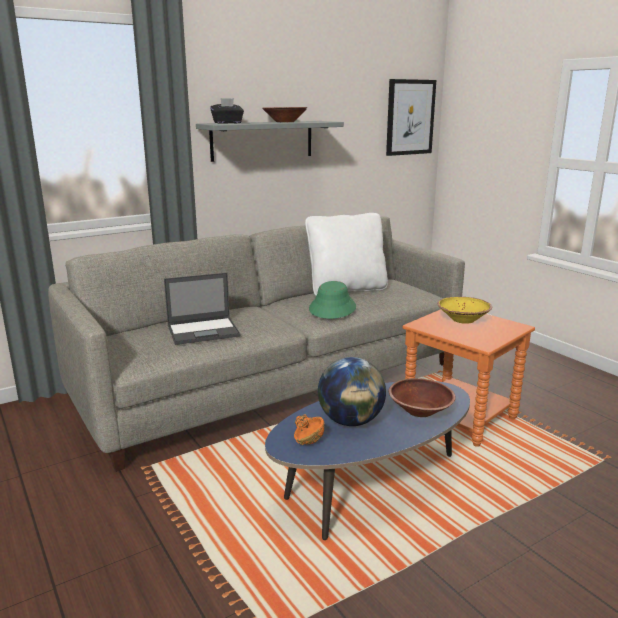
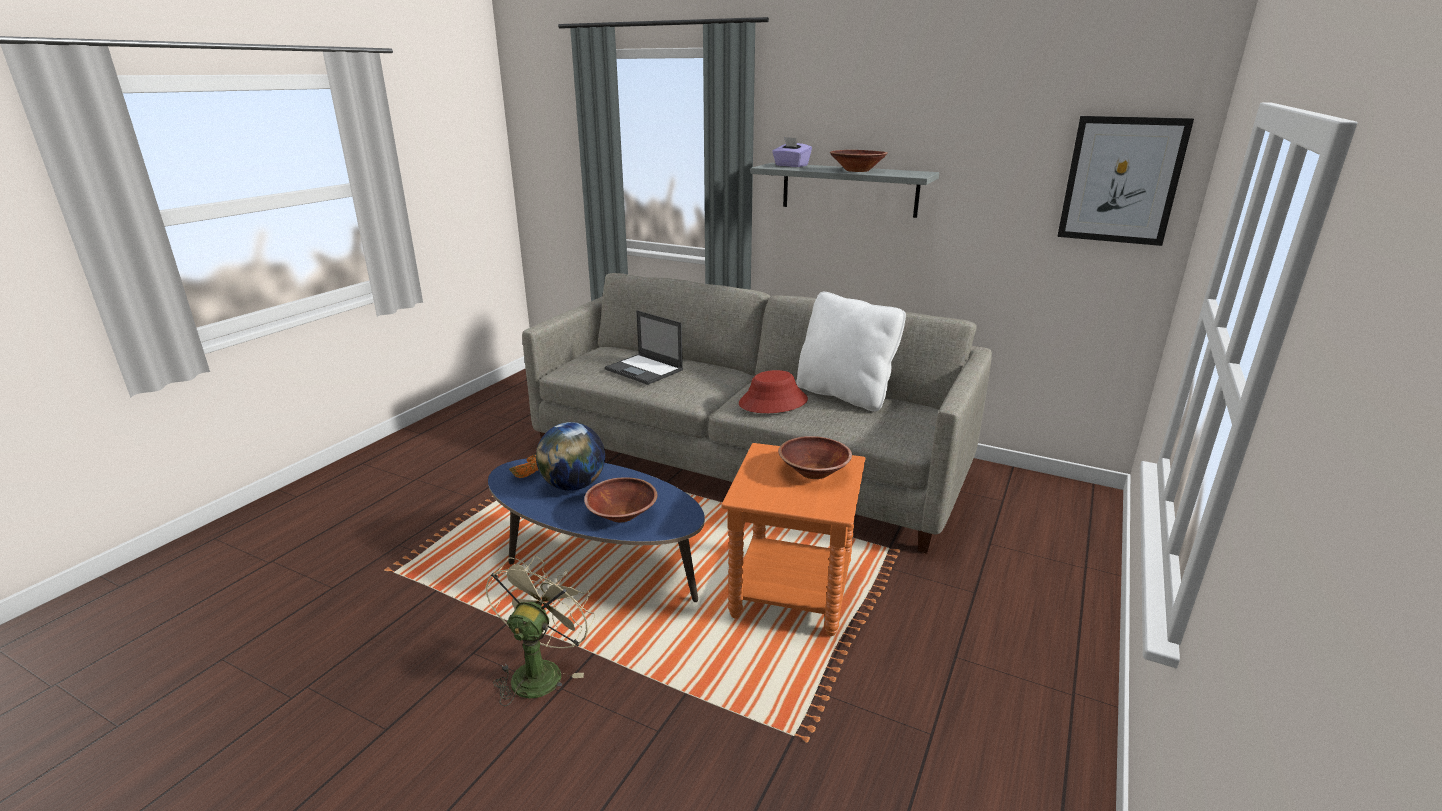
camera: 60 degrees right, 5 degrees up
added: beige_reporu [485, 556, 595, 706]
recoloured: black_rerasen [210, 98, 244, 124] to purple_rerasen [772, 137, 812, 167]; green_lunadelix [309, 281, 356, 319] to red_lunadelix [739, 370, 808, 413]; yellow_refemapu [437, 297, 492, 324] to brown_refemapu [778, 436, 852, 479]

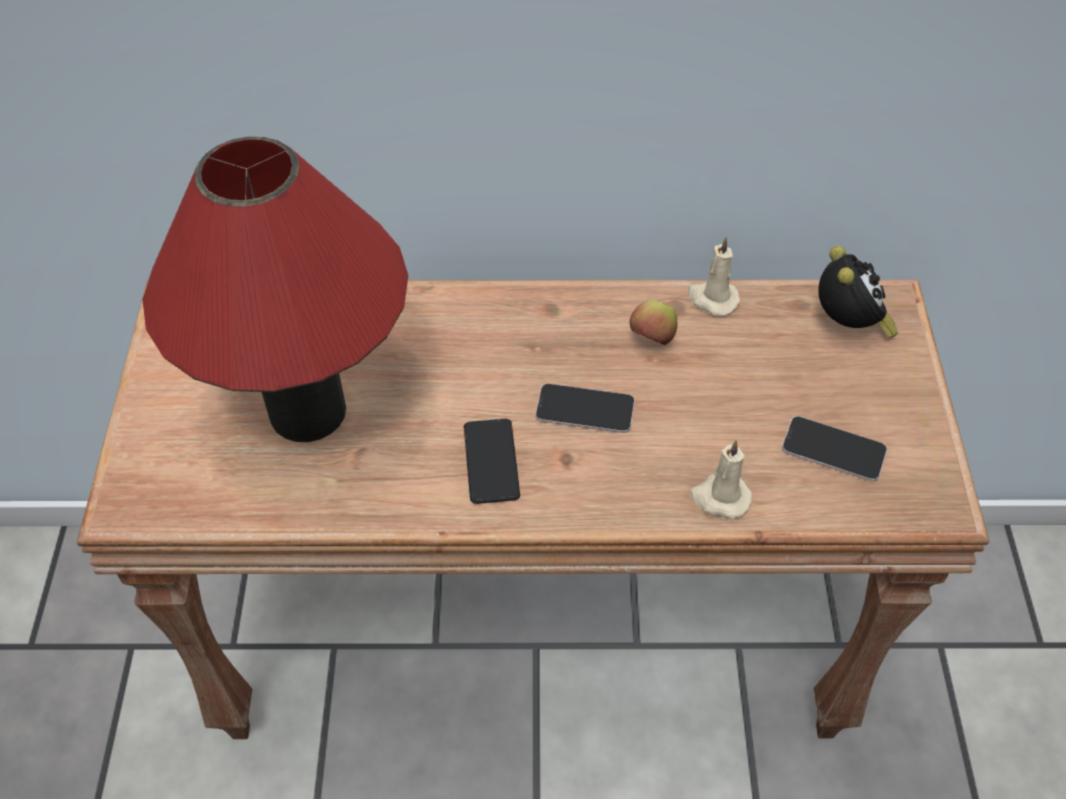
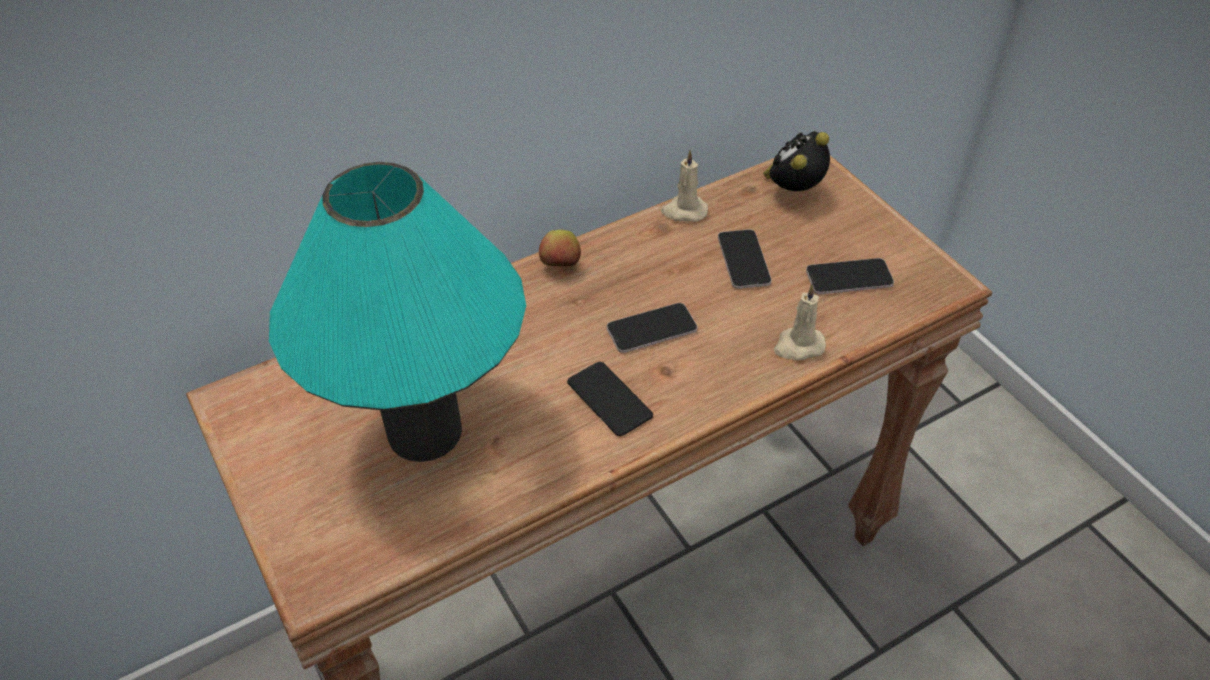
camera: 30 degrees left, 5 degrees down
added: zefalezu [718, 229, 772, 289]
moved: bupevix [630, 299, 677, 345] to [539, 230, 581, 266]
recoloured: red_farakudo [142, 137, 408, 442] to turquoise_farakudo [269, 162, 526, 462]
turned: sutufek [818, 246, 898, 338] = [763, 131, 830, 191] 105 degrees counterclockwise

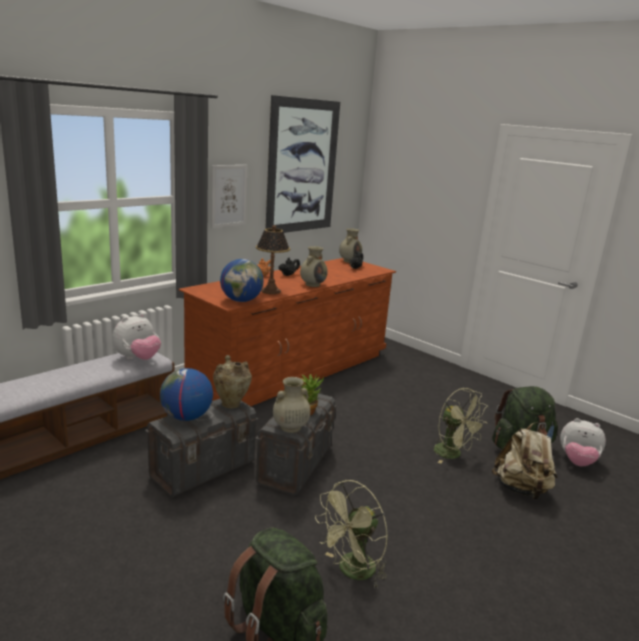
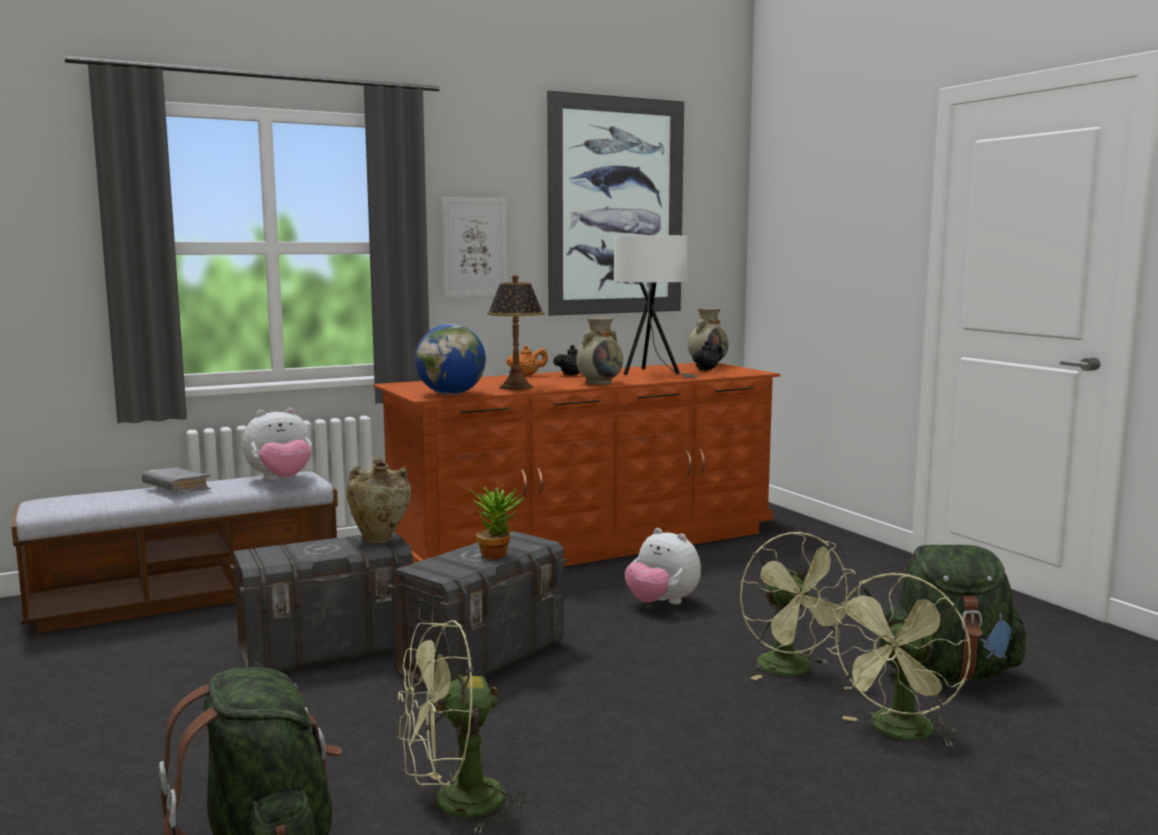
camera: 20 degrees right, 10 degrees down
removed: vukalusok [160, 368, 213, 421]; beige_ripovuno [273, 377, 311, 433]
added: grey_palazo [142, 467, 211, 492]; white_farakudo [614, 235, 697, 378]
moved: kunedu [560, 418, 606, 467] to [625, 528, 701, 604]
replaced: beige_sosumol [492, 422, 558, 499] to green_reporu [826, 573, 971, 747]

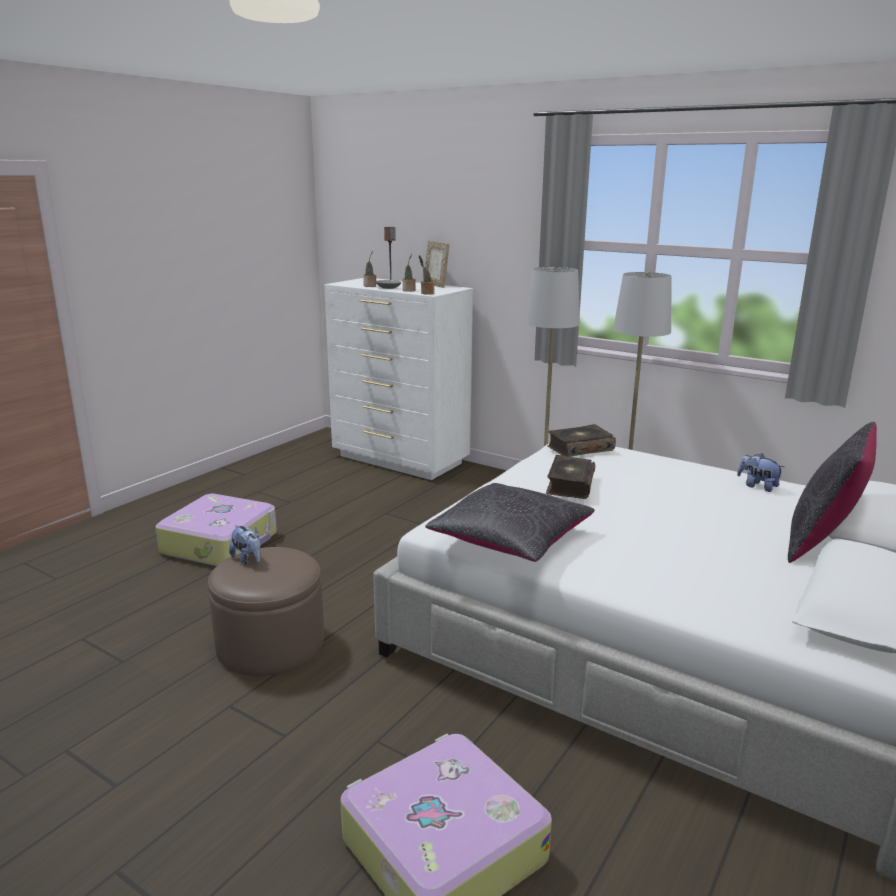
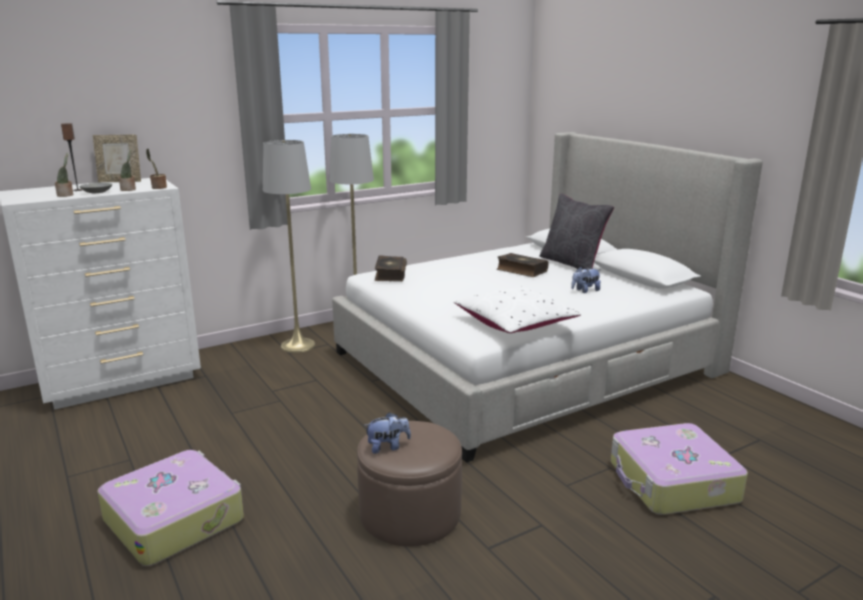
camera: 65 degrees left, 0 degrees up
moved: palazo [546, 455, 595, 499] to [497, 253, 548, 277]; kunedu [737, 453, 784, 492] to [571, 267, 601, 293]
recoloured: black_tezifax [425, 483, 595, 562] to white_tezifax [454, 286, 581, 333]

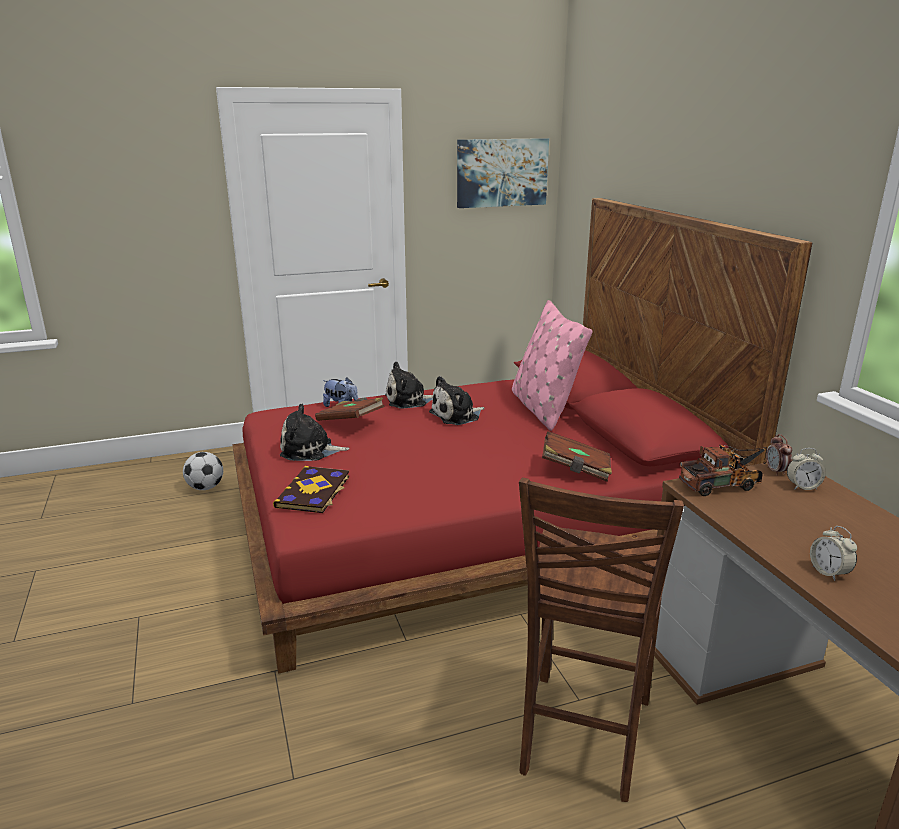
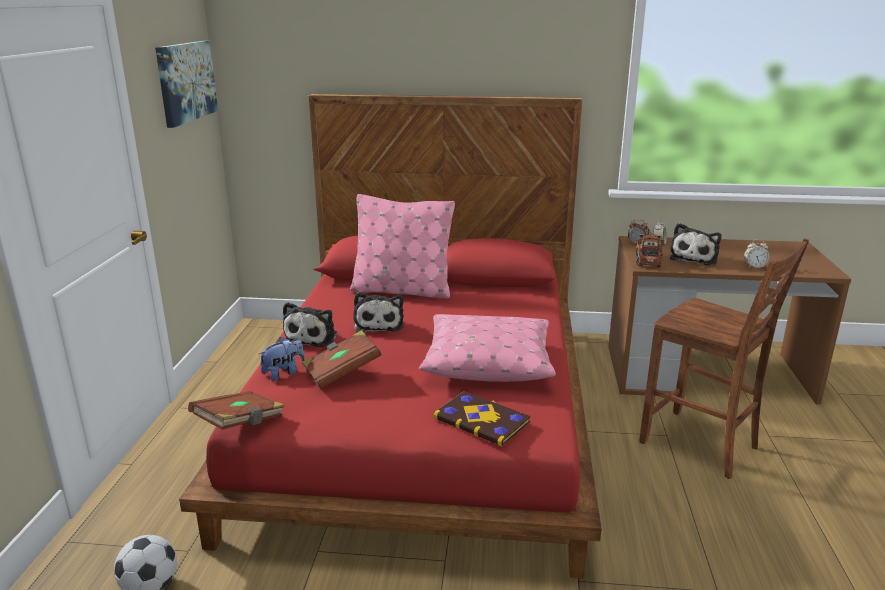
camera: 65 degrees left, 0 degrees up
added: pink_tezifax [419, 314, 556, 382]
moved: kunedu [280, 403, 350, 461] to [670, 223, 721, 265]; brown_palazo [542, 431, 612, 482] to [188, 391, 285, 430]

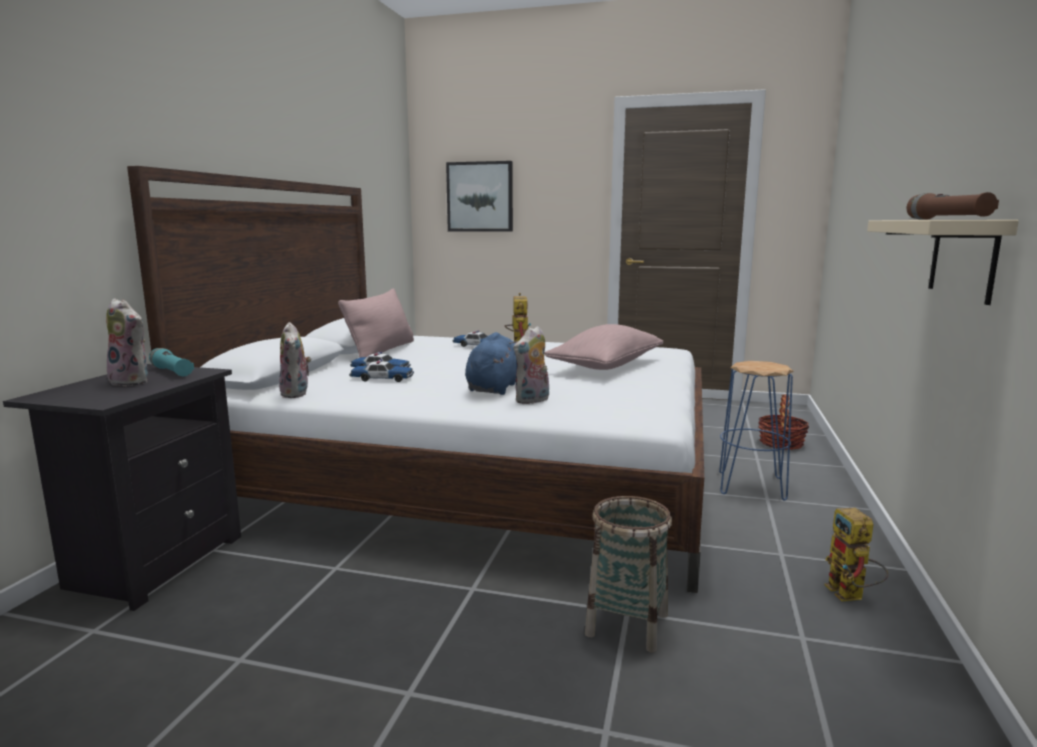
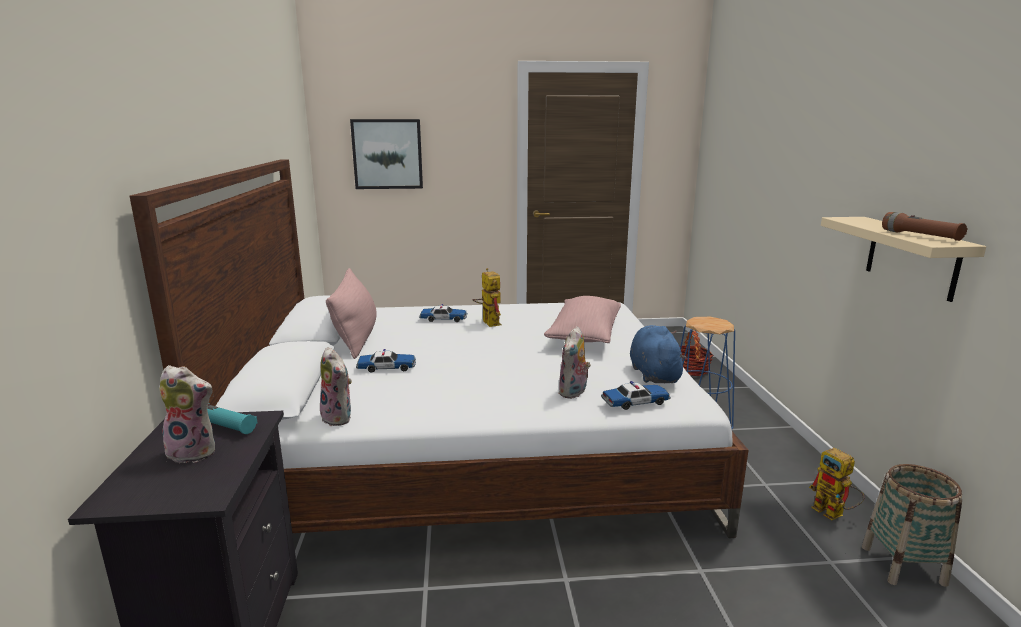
camera: 20 degrees left, 5 degrees up
moved: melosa [349, 359, 414, 382] to [601, 381, 671, 410]; blue_kunedu [465, 332, 518, 395] to [630, 325, 688, 383]; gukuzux [585, 496, 672, 652] to [862, 464, 962, 587]

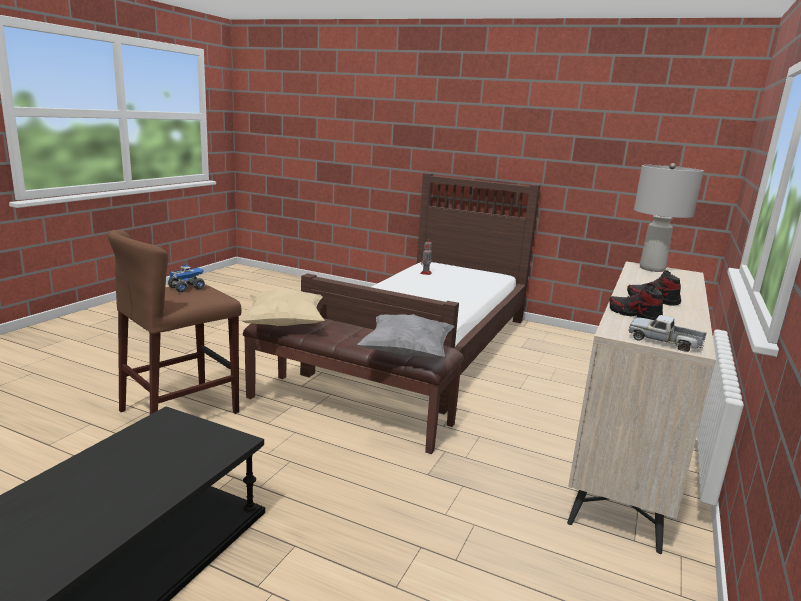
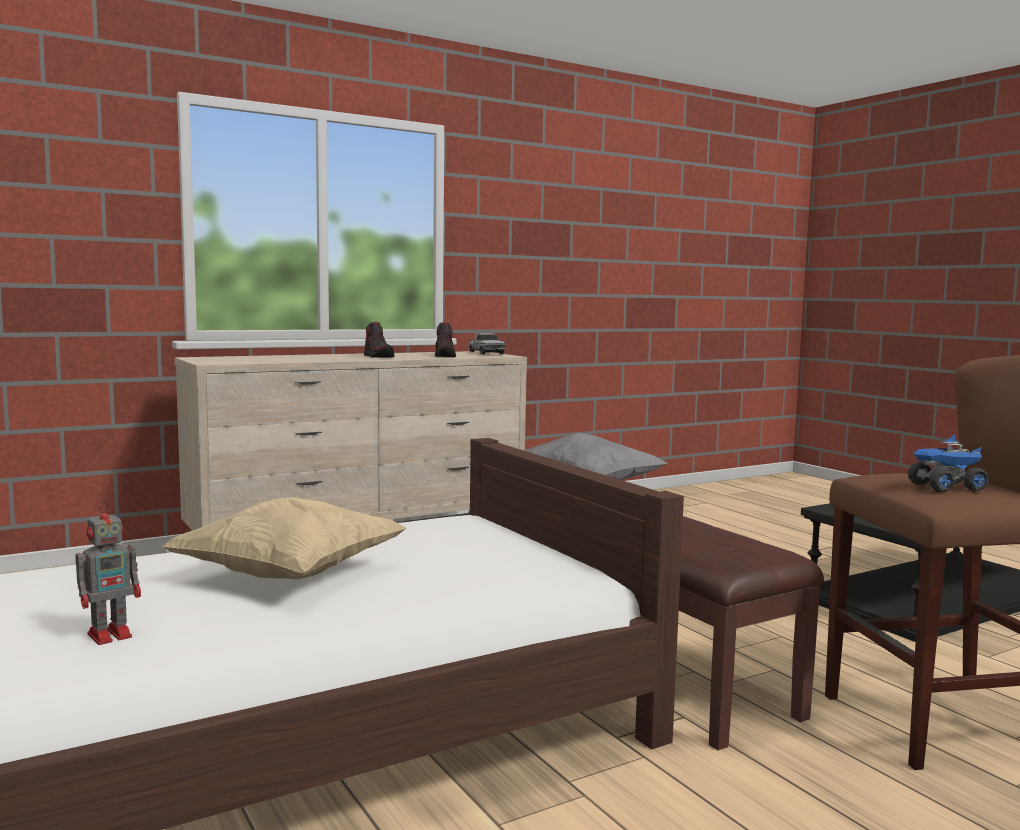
camera: 145 degrees left, 10 degrees down
removed: grey_farakudo [634, 163, 704, 272]
moved: beige_tezifax [241, 289, 324, 326] to [162, 498, 406, 580]

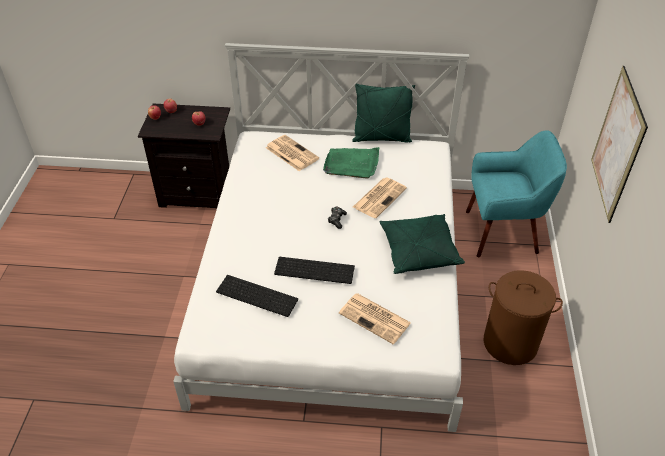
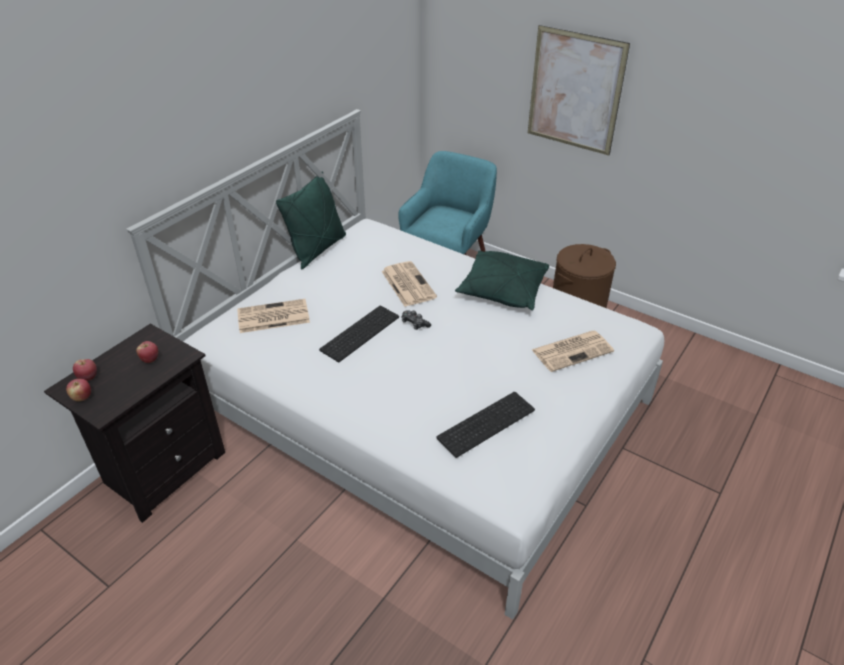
camera: 60 degrees left, 5 degrees down
removed: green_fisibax [323, 147, 379, 178]
moved: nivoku [274, 257, 355, 284] to [319, 306, 399, 362]

